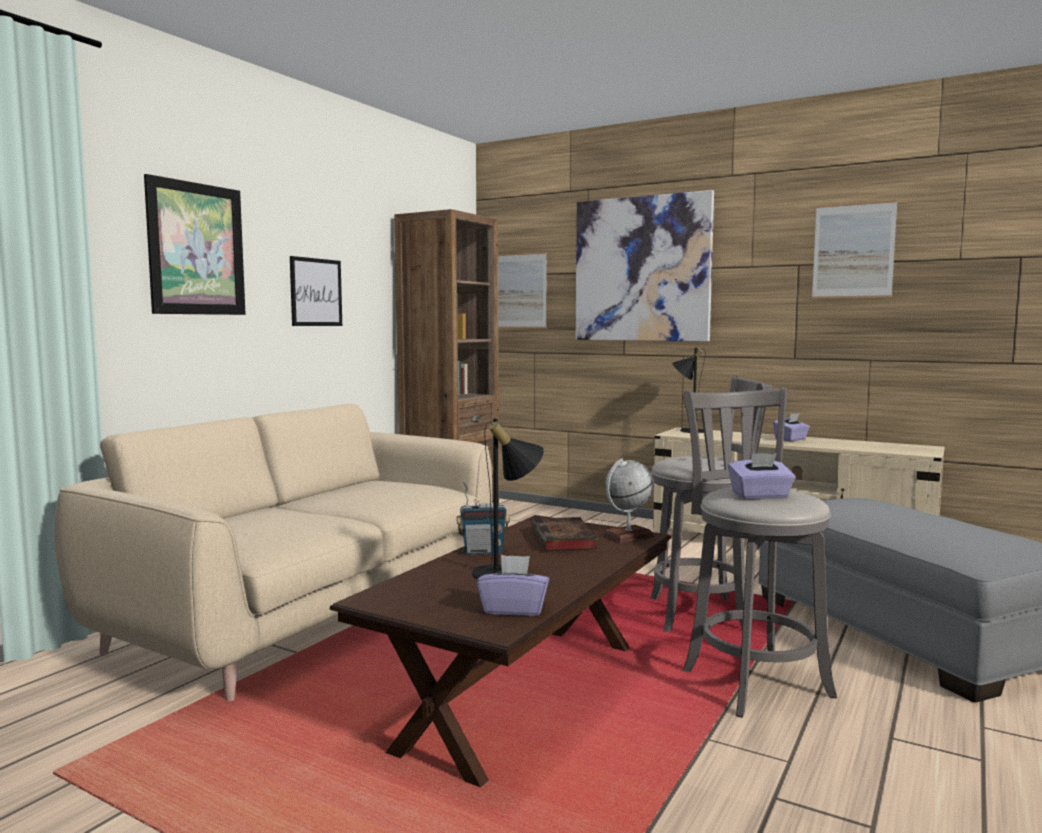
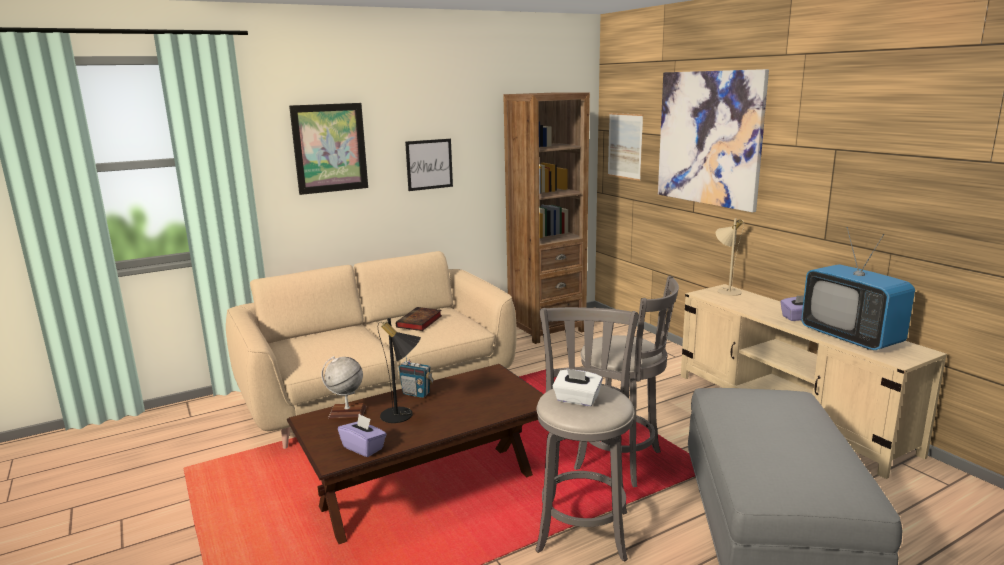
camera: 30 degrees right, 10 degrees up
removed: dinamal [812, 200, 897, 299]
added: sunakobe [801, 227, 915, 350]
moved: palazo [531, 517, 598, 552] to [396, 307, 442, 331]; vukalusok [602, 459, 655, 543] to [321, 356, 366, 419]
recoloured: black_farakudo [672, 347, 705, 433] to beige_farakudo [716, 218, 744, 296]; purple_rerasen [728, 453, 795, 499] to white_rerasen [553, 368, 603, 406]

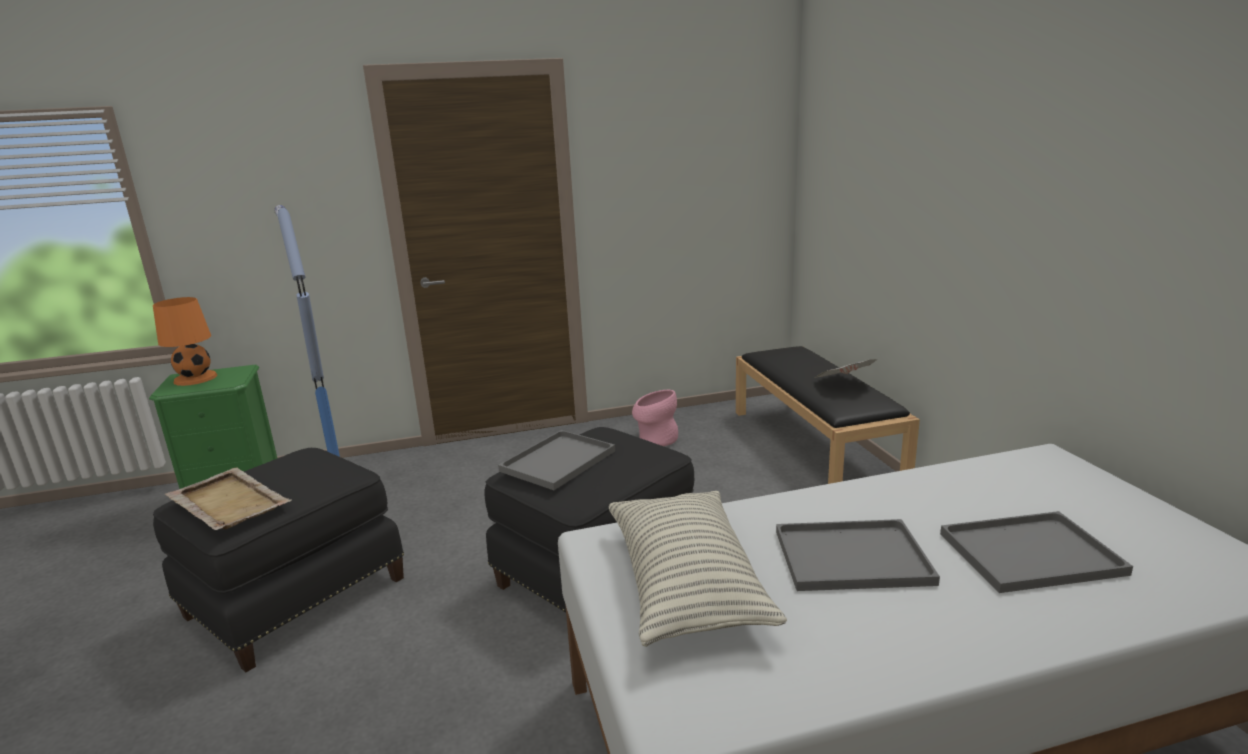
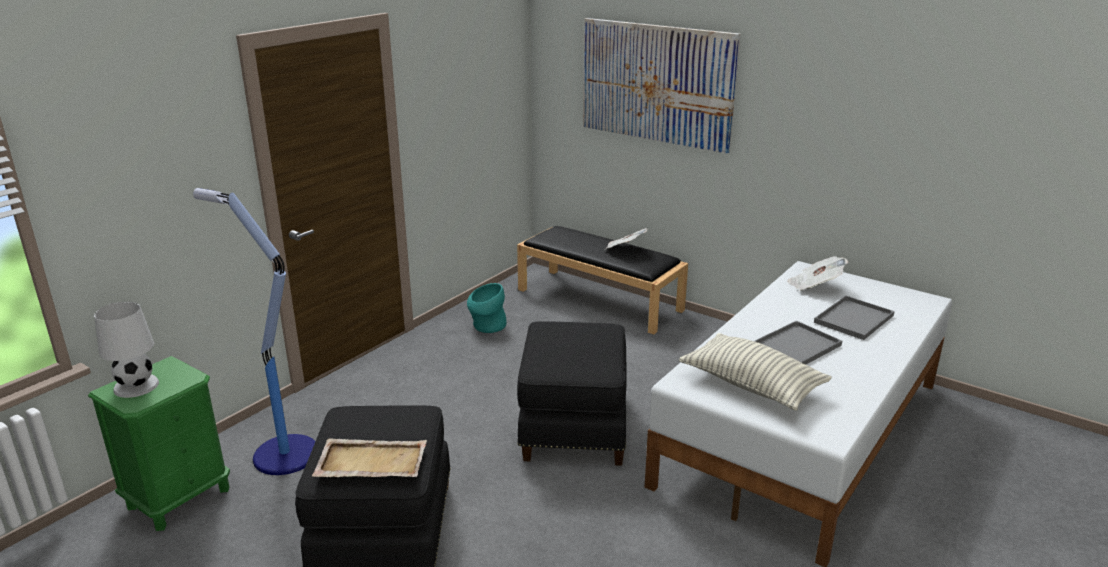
camera: 40 degrees left, 5 degrees up
removed: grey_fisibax [498, 430, 615, 490]
added: dinamal [583, 18, 741, 154]; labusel [787, 256, 848, 291]
recoloured: orange_farakudo [153, 297, 217, 386] to white_farakudo [94, 302, 159, 398]; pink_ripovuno [632, 390, 678, 446] to turquoise_ripovuno [467, 283, 506, 333]

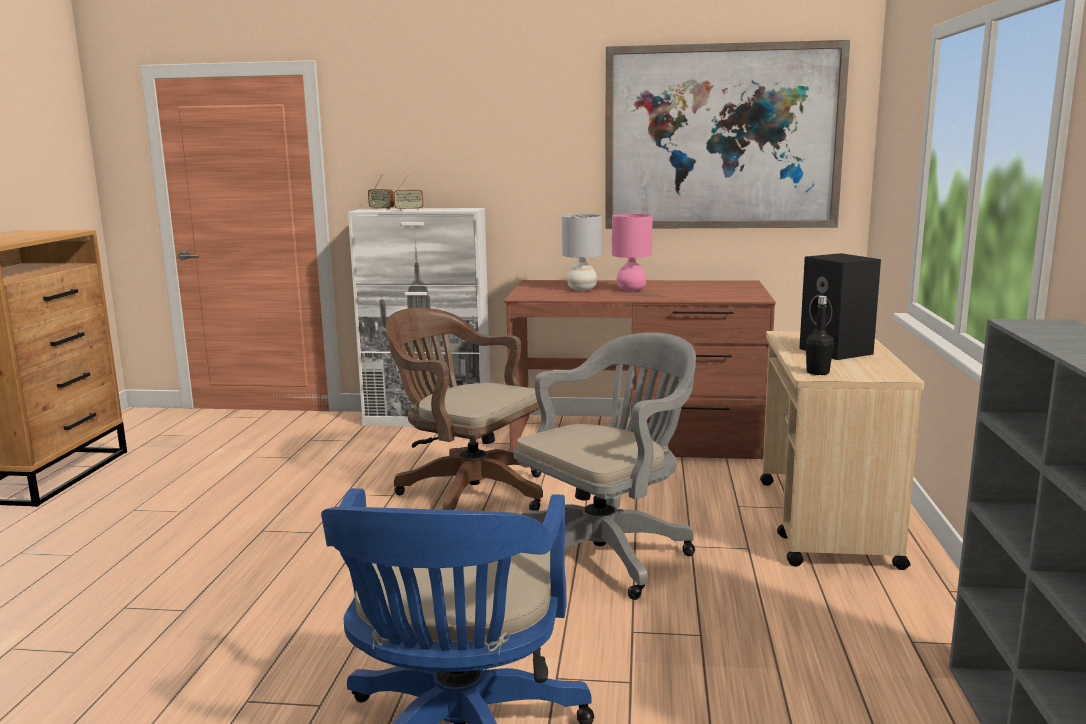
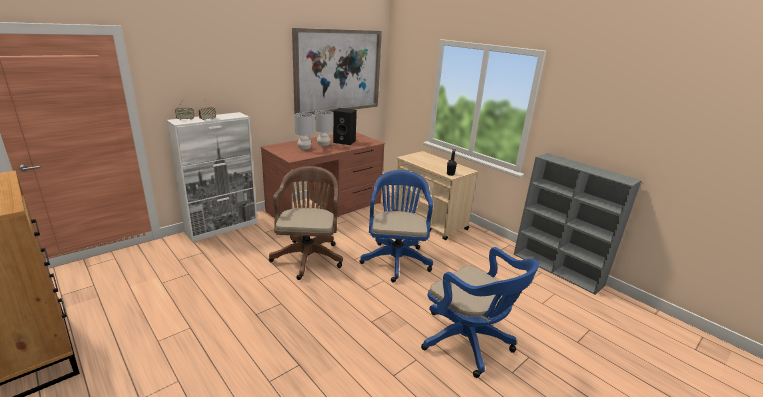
camera: 50 degrees left, 10 degrees up
moved: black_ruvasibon [799, 253, 881, 360] to [333, 108, 357, 145]
recoloured: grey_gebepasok [514, 332, 696, 600] to blue_gebepasok [360, 170, 433, 283]; pink_farakudo [612, 214, 653, 291] to grey_farakudo [315, 110, 333, 146]
turned: brown_gebepasok [386, 308, 543, 511] = [269, 166, 343, 280] 105 degrees clockwise

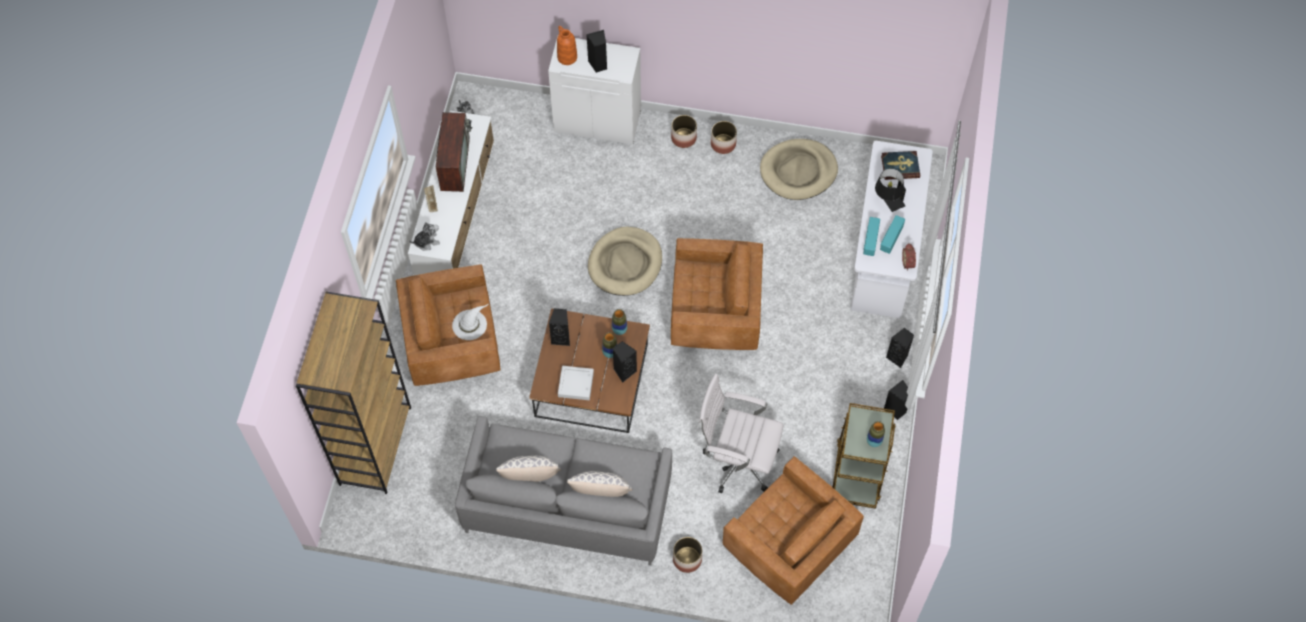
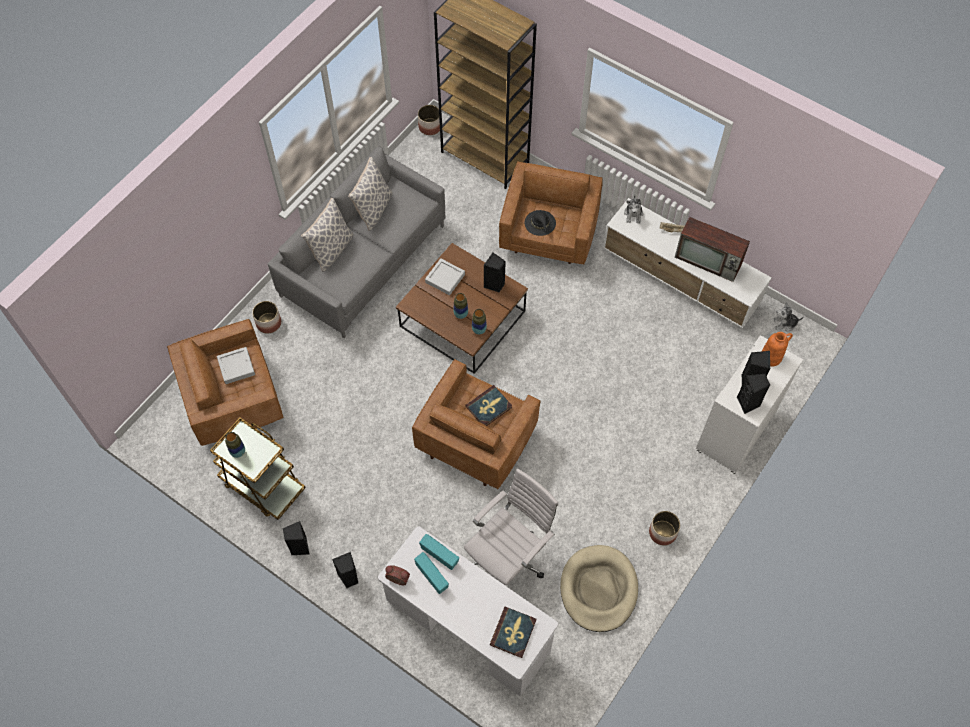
camera: 115 degrees right, 0 degrees up
removed: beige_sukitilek [588, 227, 662, 296]; black_farakudo [875, 169, 906, 212]
added: grey_fisibax [217, 347, 255, 384]; palazo [465, 385, 512, 426]
moved: black_ruvasibon [613, 341, 637, 383] to [737, 374, 770, 414]; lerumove [671, 115, 697, 148] to [418, 105, 440, 135]; white_gebepasok [699, 374, 784, 493] to [464, 469, 558, 585]
recoloured: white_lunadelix [452, 304, 488, 340] to black_lunadelix [524, 210, 556, 236]

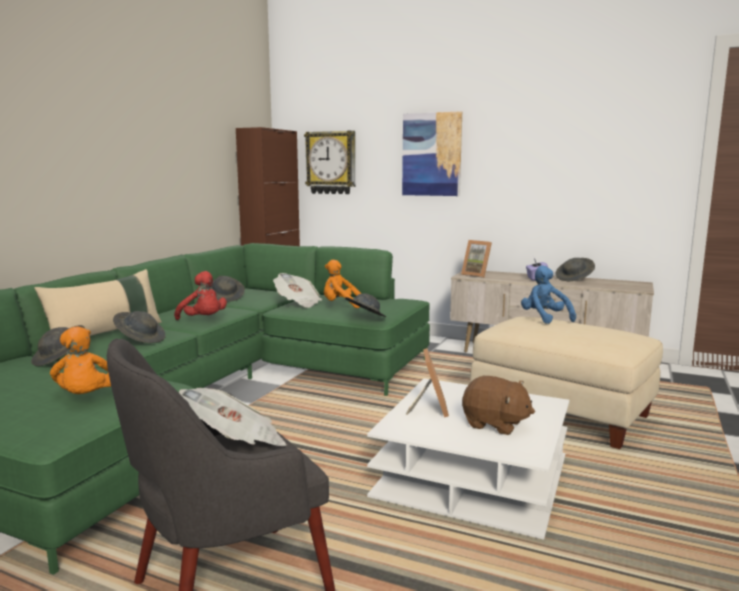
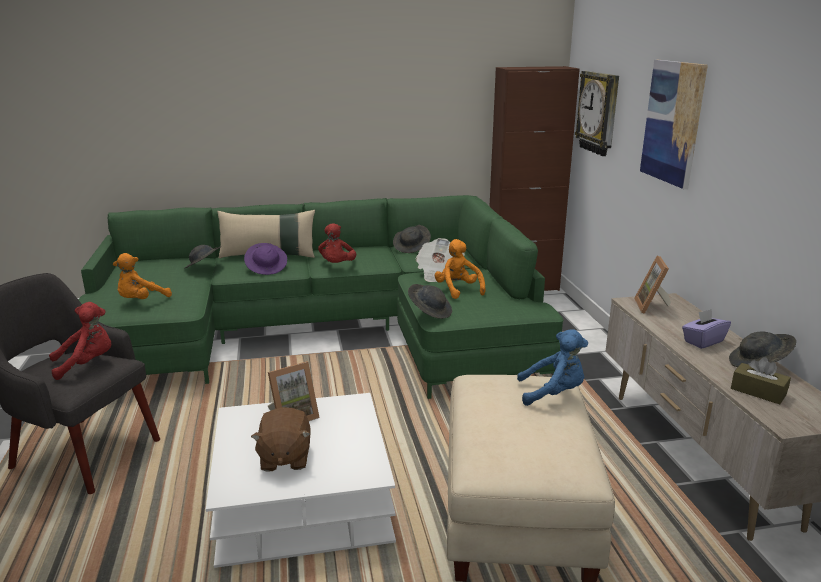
camera: 55 degrees right, 10 degrees up
added: brown_rerasen [731, 357, 791, 404]
replaced: labusel [179, 388, 287, 446] to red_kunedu [49, 302, 111, 380]
recoloured: grey_lunadelix [113, 311, 166, 343] to purple_lunadelix [244, 243, 287, 275]
turned: blue_kunedu [521, 265, 576, 324] = [517, 329, 588, 406] 60 degrees clockwise

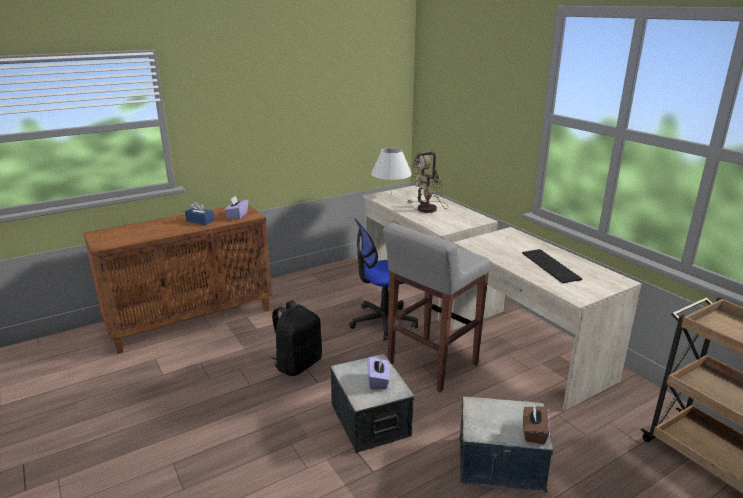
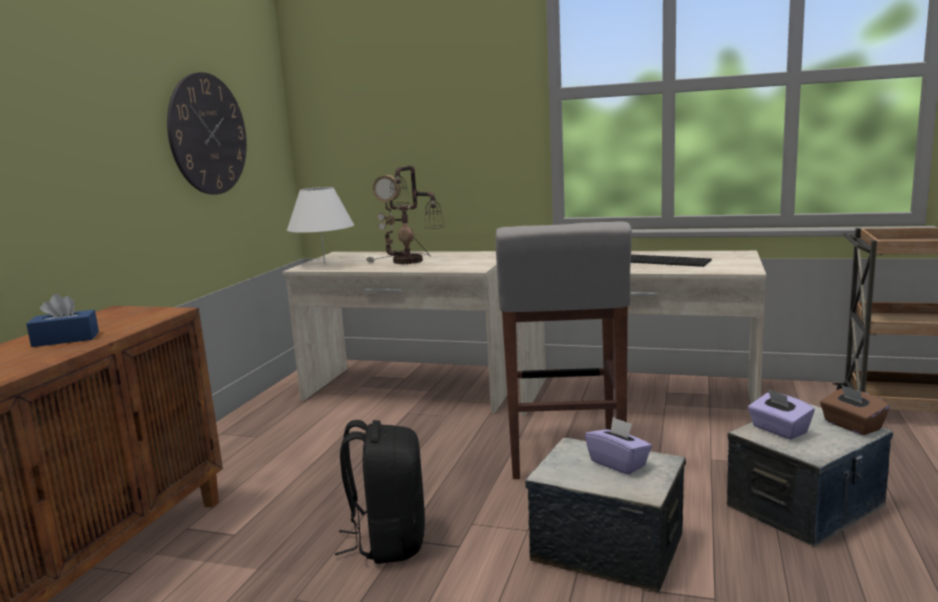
camera: 40 degrees left, 10 degrees down
removed: gebepasok [349, 218, 418, 341]
added: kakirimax [167, 72, 247, 195]
moved: purple_rerasen [224, 195, 248, 220] to [748, 389, 815, 440]

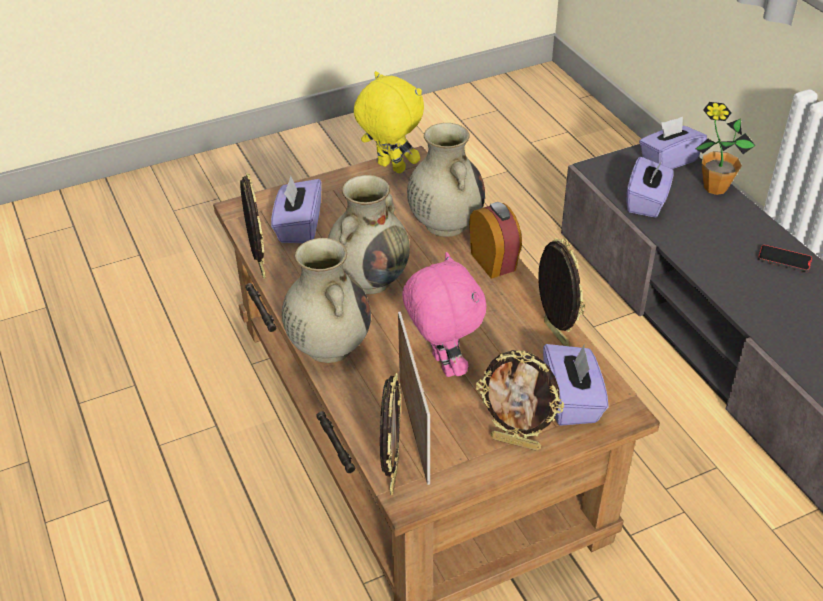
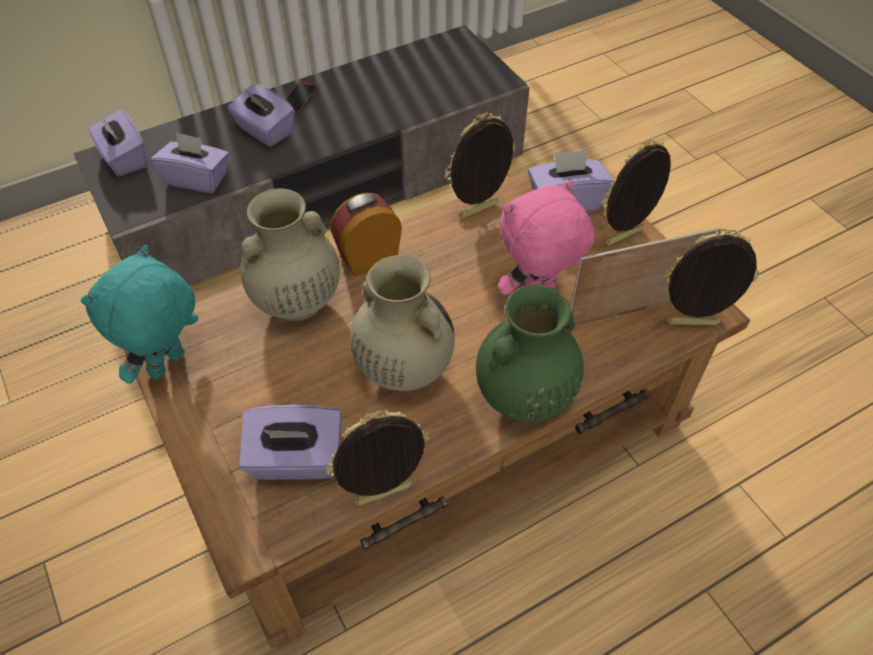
camera: 95 degrees left, 10 degrees up
removed: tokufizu [696, 102, 755, 195]
added: purple_rerasen [228, 84, 295, 147]
recoloured: beige_ripovuno [282, 238, 371, 363] to green_ripovuno [476, 285, 584, 422]; yellow_kunedu [354, 71, 424, 173] to turquoise_kunedu [81, 245, 198, 384]
turned: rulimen [476, 350, 564, 451] = [601, 139, 671, 245] 135 degrees counterclockwise

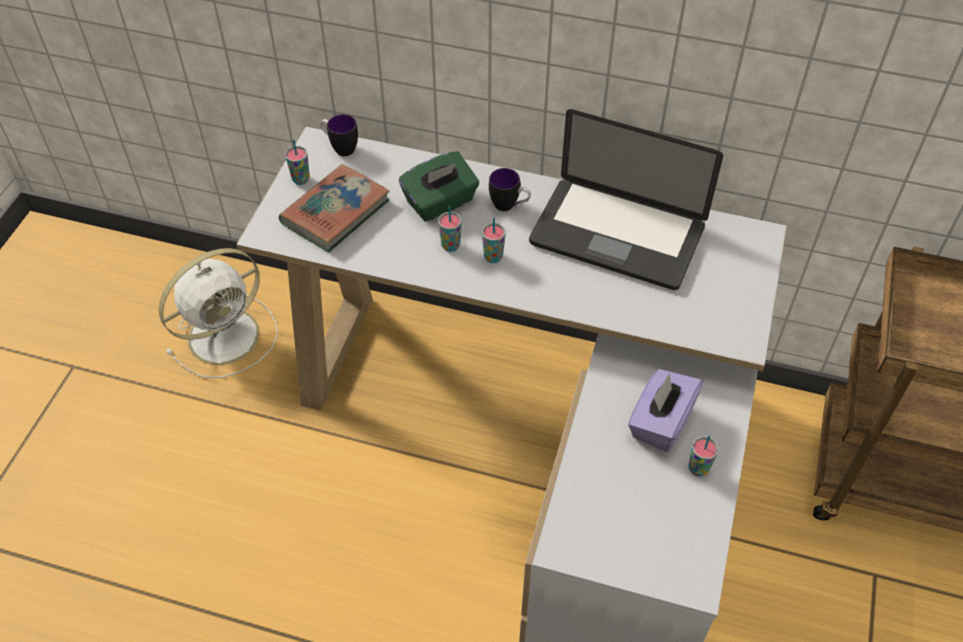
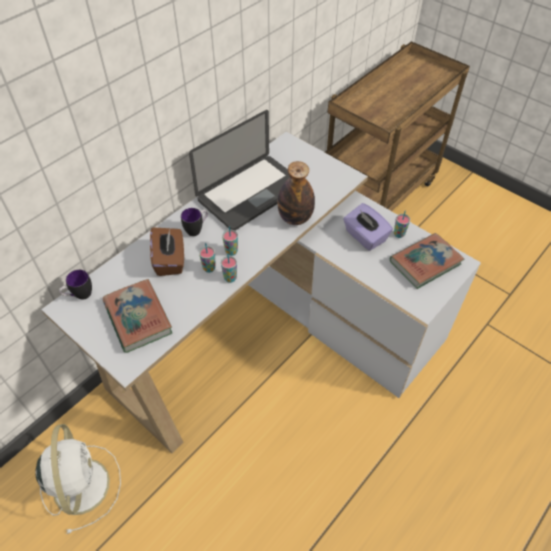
camera: 65 degrees left, 0 degrees up
added: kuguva [277, 161, 315, 225]; palazo [389, 233, 464, 289]
moved: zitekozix [285, 139, 310, 185] to [221, 253, 237, 283]
recoloured: green_rerasen [399, 151, 479, 222] to brown_rerasen [150, 227, 184, 276]

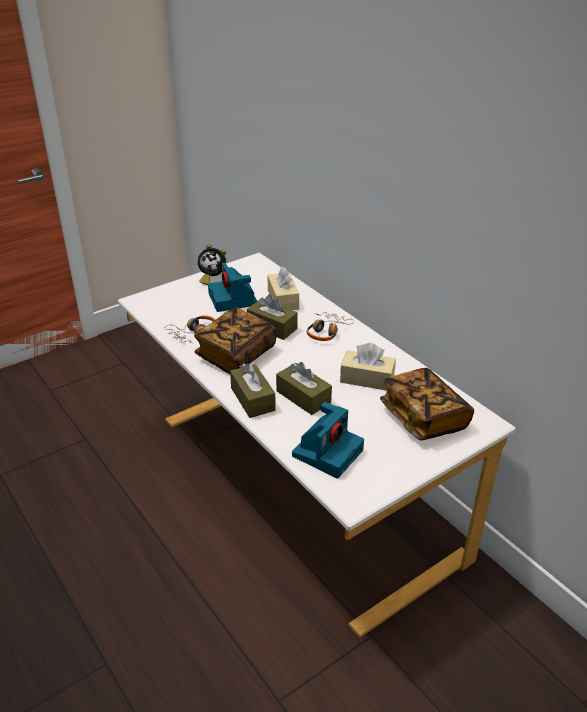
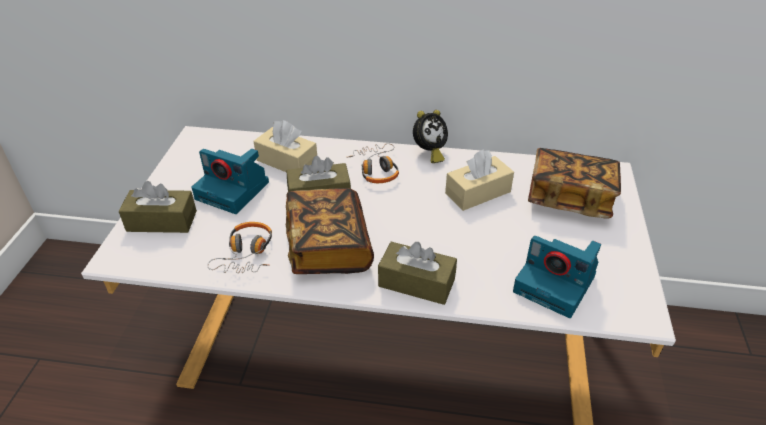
camera: 45 degrees left, 5 degrees up
moved: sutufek [198, 244, 226, 285] to [413, 110, 448, 163]; brown_rerasen [276, 362, 332, 415] to [119, 181, 197, 233]
turned: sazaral [292, 402, 364, 479] = [513, 236, 601, 318] 135 degrees clockwise

